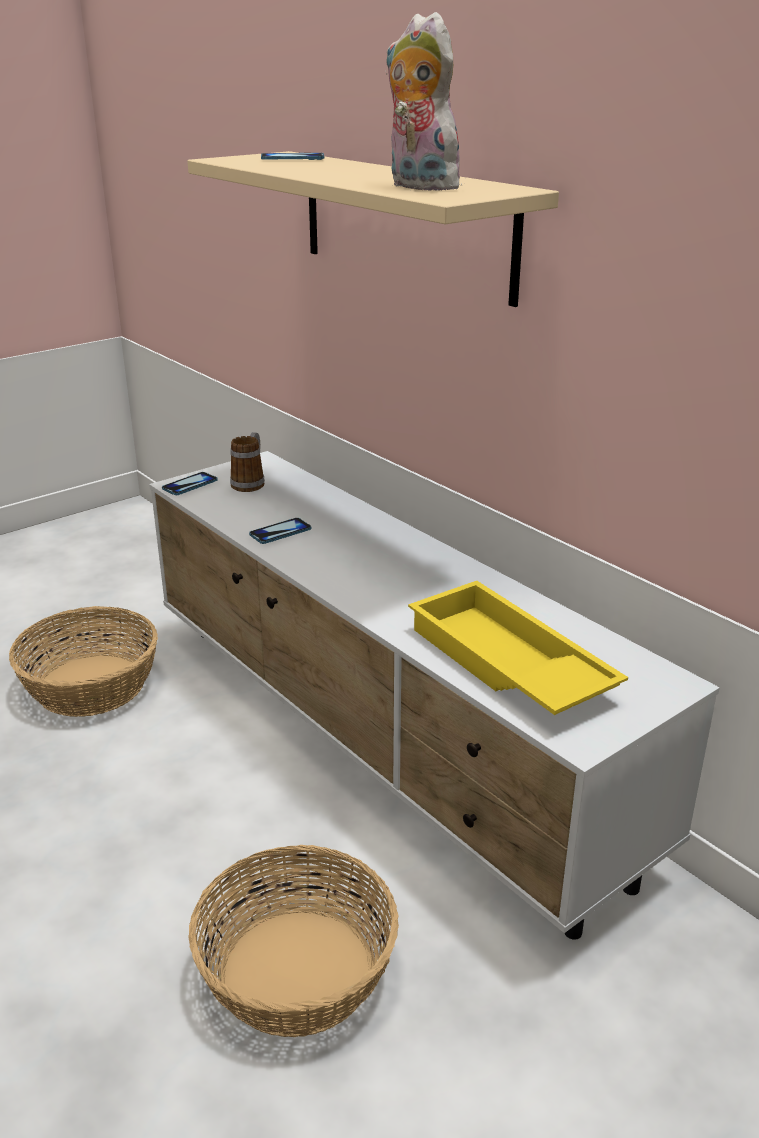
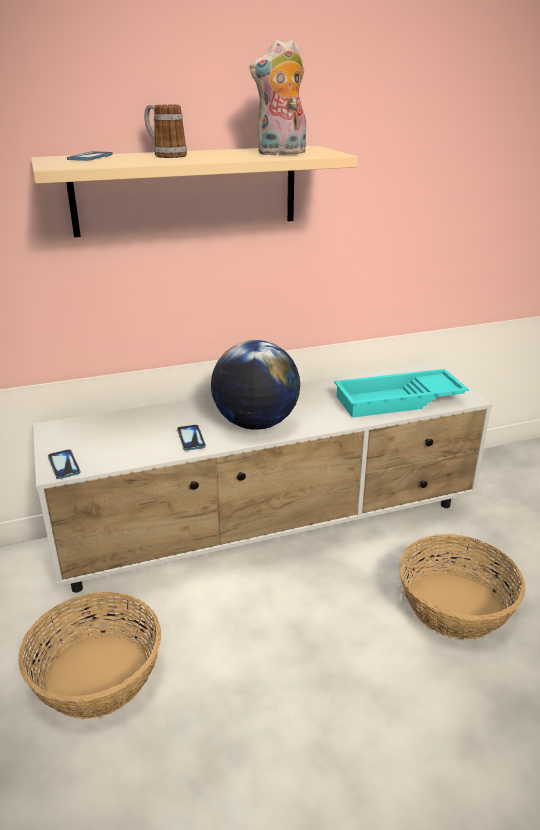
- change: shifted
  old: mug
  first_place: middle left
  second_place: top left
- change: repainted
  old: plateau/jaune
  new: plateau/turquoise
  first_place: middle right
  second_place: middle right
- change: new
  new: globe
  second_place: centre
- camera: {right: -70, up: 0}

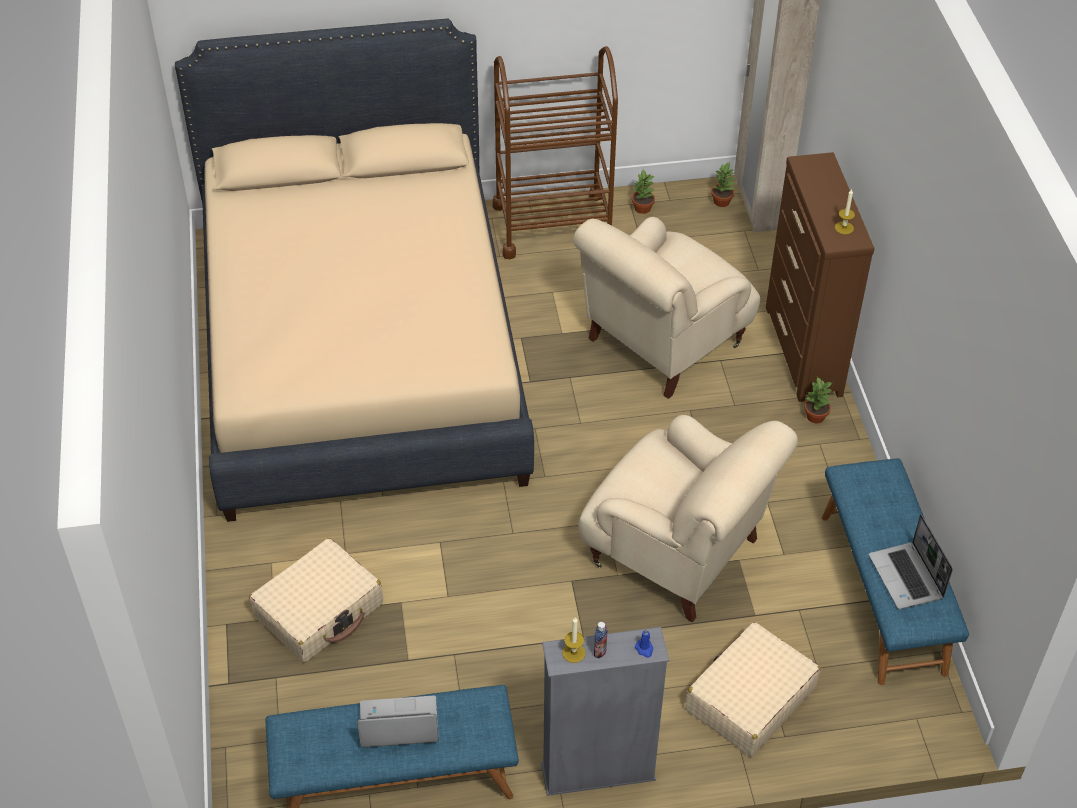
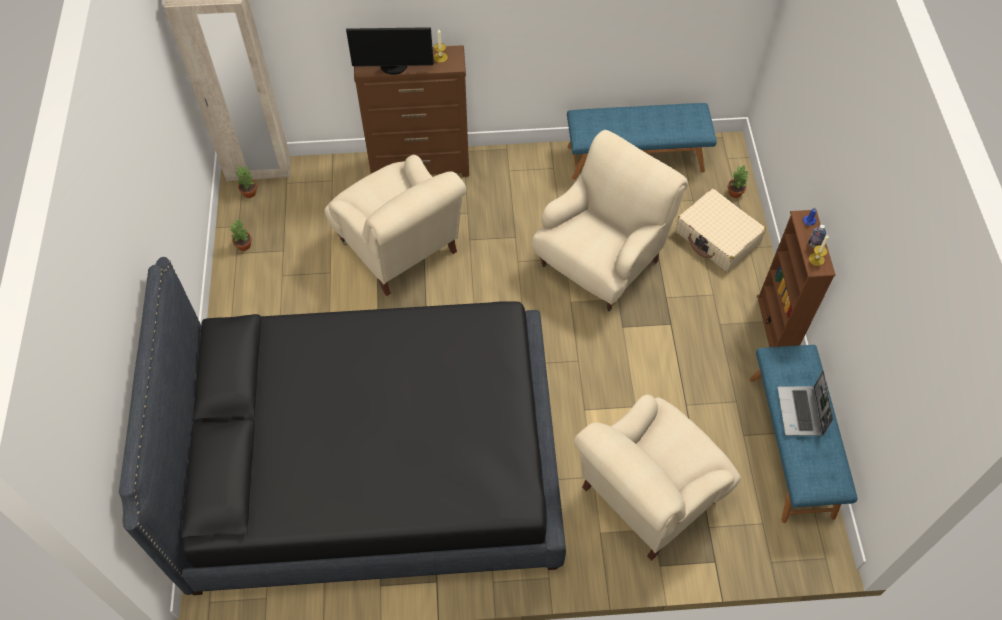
- change: repainted
  old: lit/beige
  new: lit/noir
  first_place: middle left
  second_place: bottom centre
- change: gone
  old: chariot/marron
  first_place: top centre
- change: shifted
  old: plante en pot (no. 3 from left)
  first_place: middle right
  second_place: top right
- change: gone
  old: ordinateur portable (no. 2 from left)
  first_place: bottom right
- change: swapped
  old: valise/beige (no. 1 from left)
  new: fauteuil/beige (no. 3 from left)
  first_place: bottom left
  second_place: bottom centre
- change: repainted
  old: bibliothèque/gris
  new: bibliothèque/marron
  first_place: bottom centre
  second_place: middle right
- change: new
  new: écran d'ordinateur
  second_place: top centre
- camera: {right: -85, up: 10}

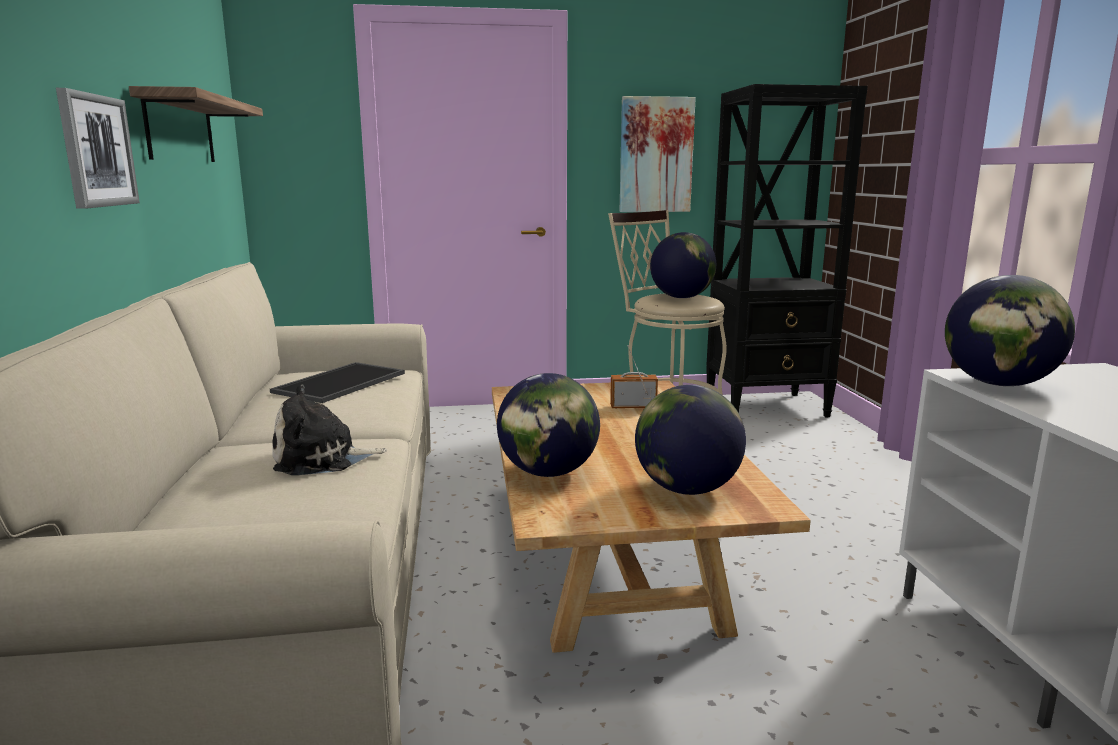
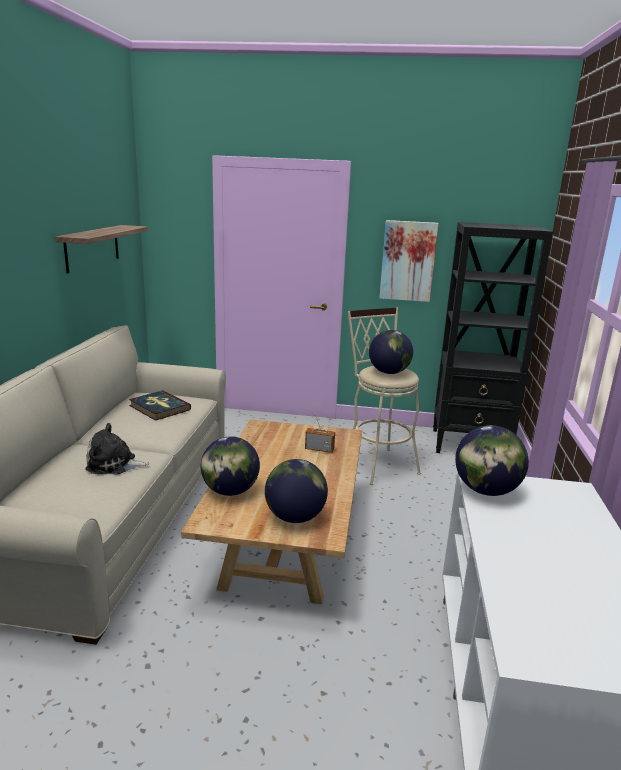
- change: gone
  old: tableau (no. 1 from left)
  first_place: top left
- change: swapped
  old: plateau
  new: livre
  first_place: middle left
  second_place: middle left
- camera: {right: 15, up: 5}

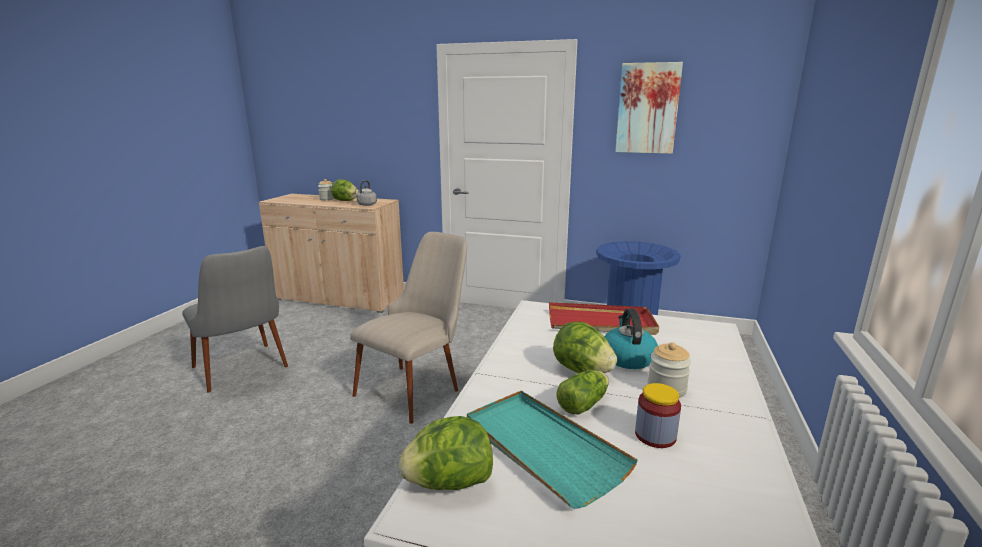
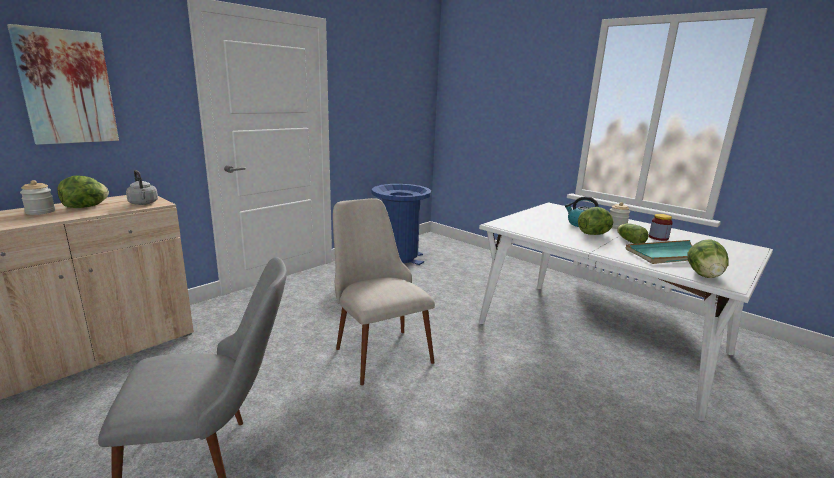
- change: shifted
  old: tableau
  first_place: top centre
  second_place: top left
- change: gone
  old: plateau/rouge
  first_place: centre
- camera: {right: -65, up: 0}

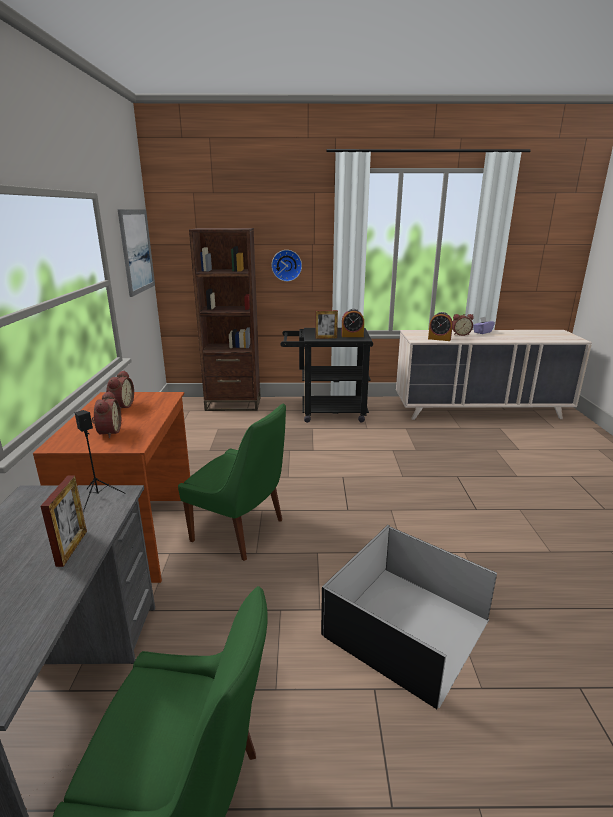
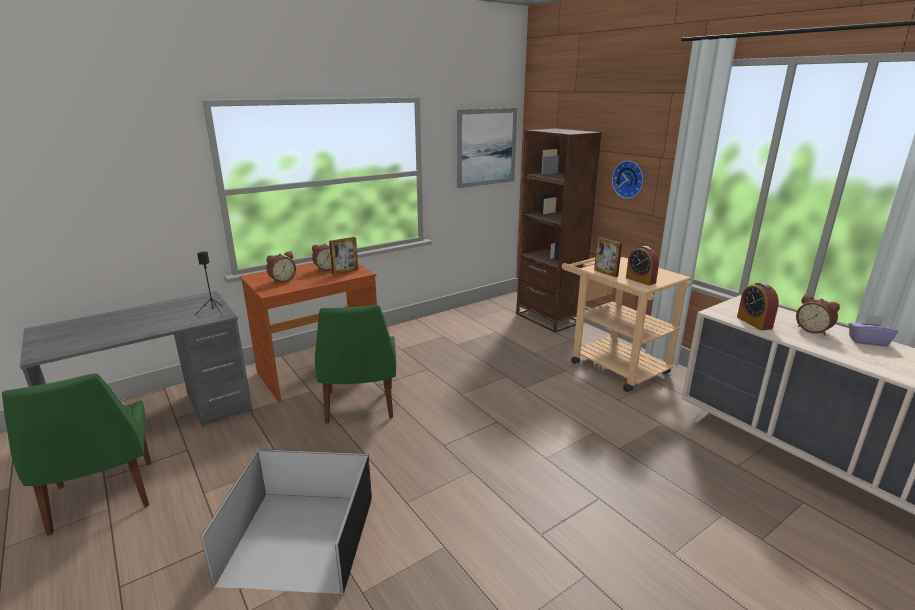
- change: repainted
  old: chariot/noir
  new: chariot/beige
  first_place: centre
  second_place: middle right
- change: shifted
  old: cadre photo (no. 1 from left)
  first_place: middle left
  second_place: centre
- camera: {right: 55, up: 0}

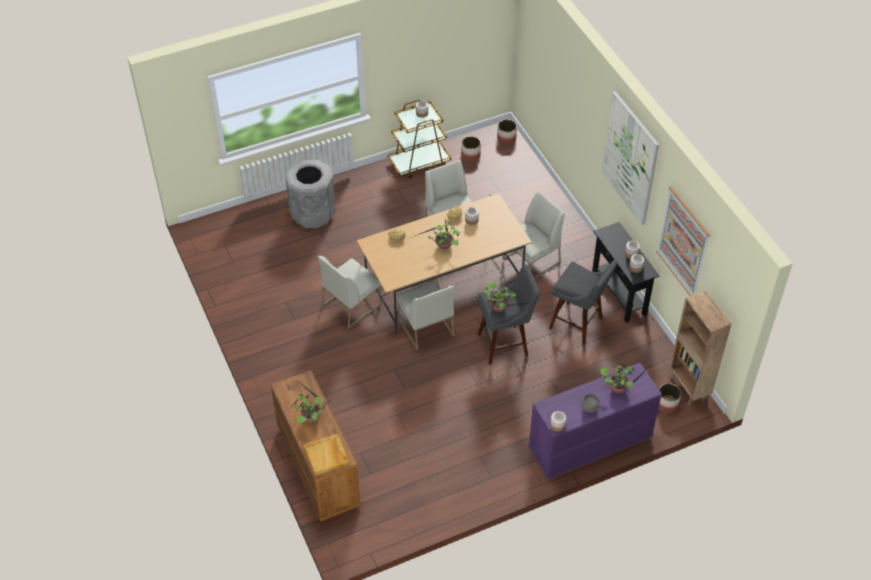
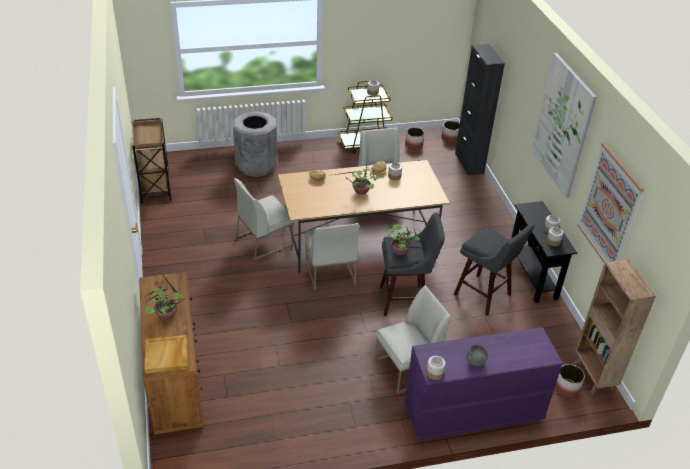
- change: shifted
  old: chaise/blanc (no. 4 from left)
  first_place: centre
  second_place: bottom centre
- change: gone
  old: plante en pot (no. 4 from left)
  first_place: middle right
- change: new
  new: meuble de rangement/noir
  second_place: top right
- change: new
  new: chariot/marron (no. 1 from left)
  second_place: middle left
- camera: {right: 10, up: -10}

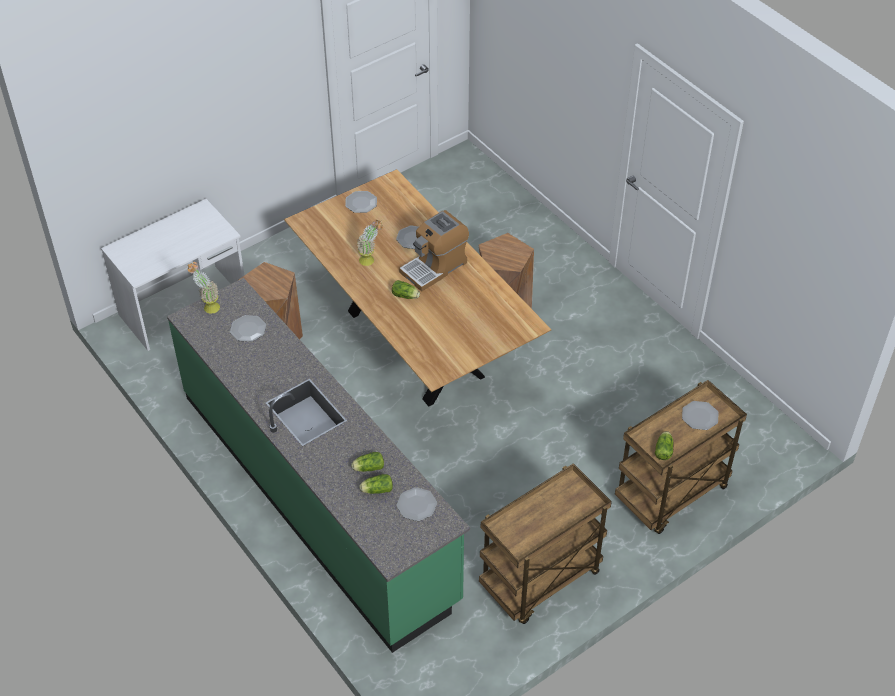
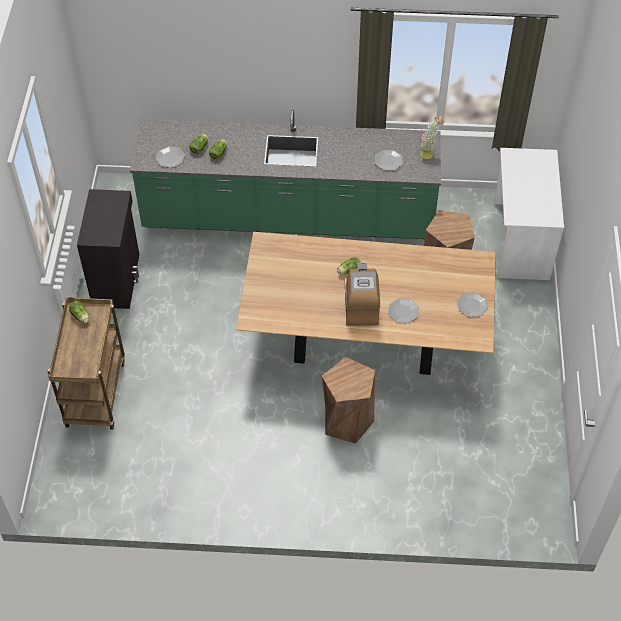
- change: gone
  old: plante en pot (no. 2 from left)
  first_place: centre
- change: gone
  old: assiette (no. 5 from left)
  first_place: middle right
- change: swapped
  old: chariot/marron (no. 1 from left)
  new: meuble de rangement/noir
  first_place: bottom centre
  second_place: middle left
- camera: {right: 130, up: 5}

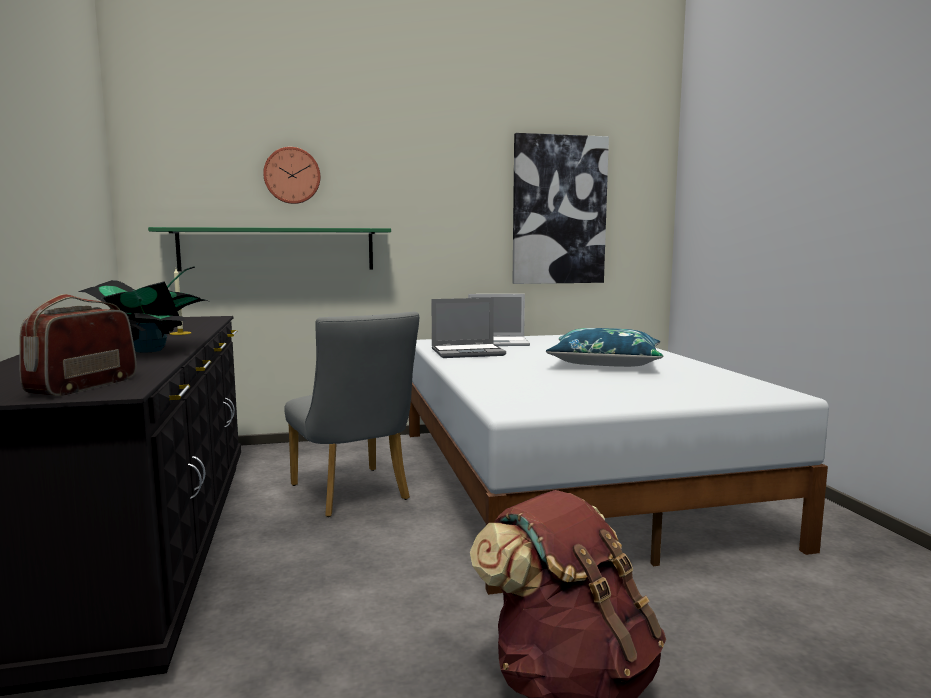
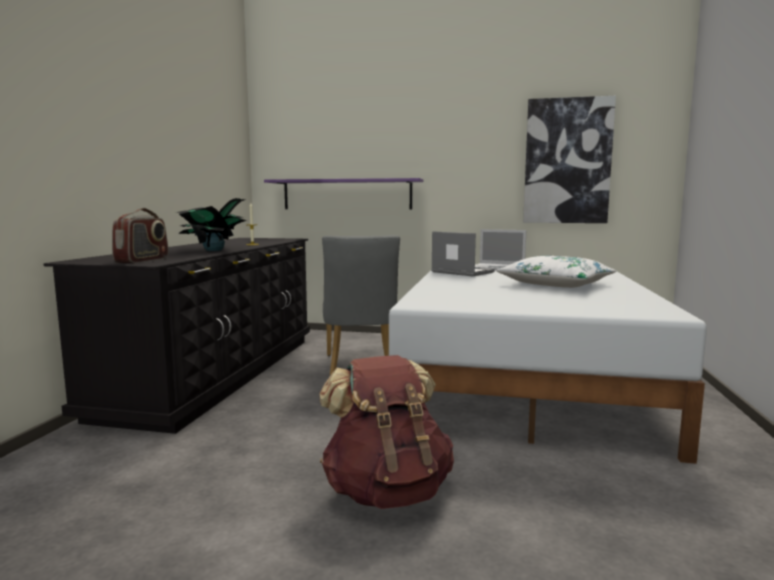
- change: gone
  old: horloge murale
  first_place: top left
- change: repainted
  old: étagère/vert
  new: étagère/violet
  first_place: middle left
  second_place: centre
- change: rotated
  old: radio
  first_place: middle left
  second_place: middle left
  degrees: 150
- change: rotated
  old: ordinateur portable (no. 1 from left)
  first_place: centre
  second_place: centre
  degrees: -150
- change: repainted
  old: coussin/bleu
  new: coussin/blanc
  first_place: centre
  second_place: middle right
- camera: {right: 25, up: 0}

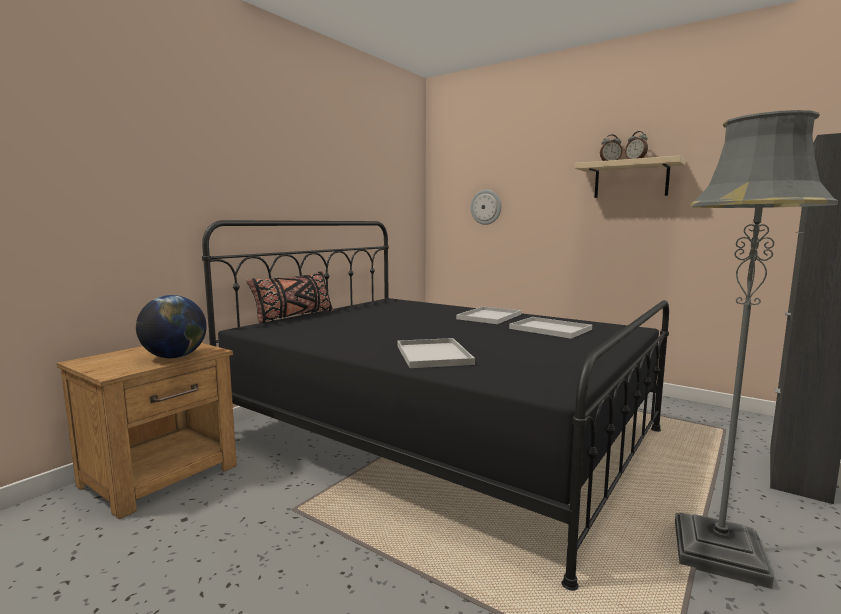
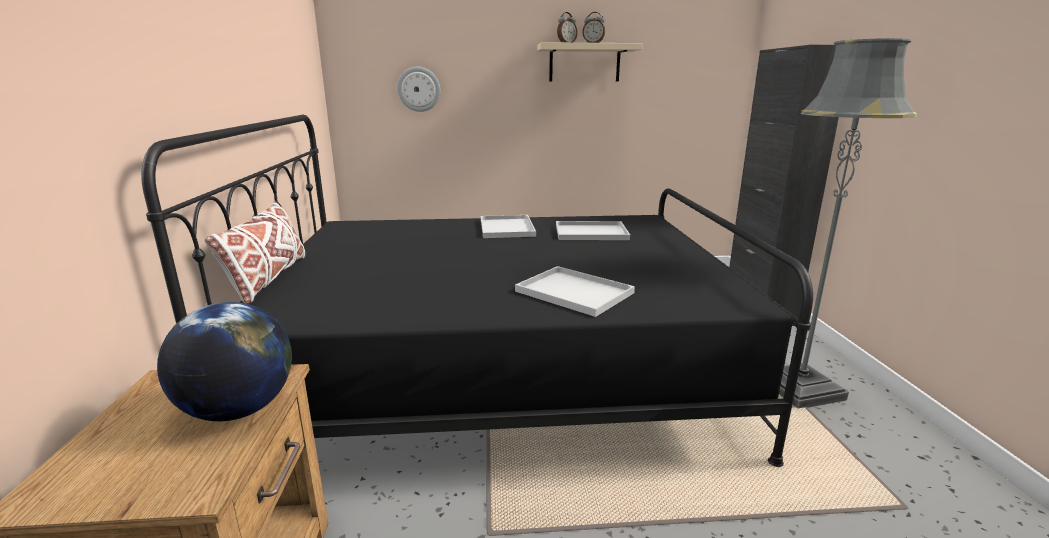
- change: repainted
  old: coussin/noir
  new: coussin/blanc
  first_place: centre
  second_place: middle left
- camera: {right: -40, up: 10}

